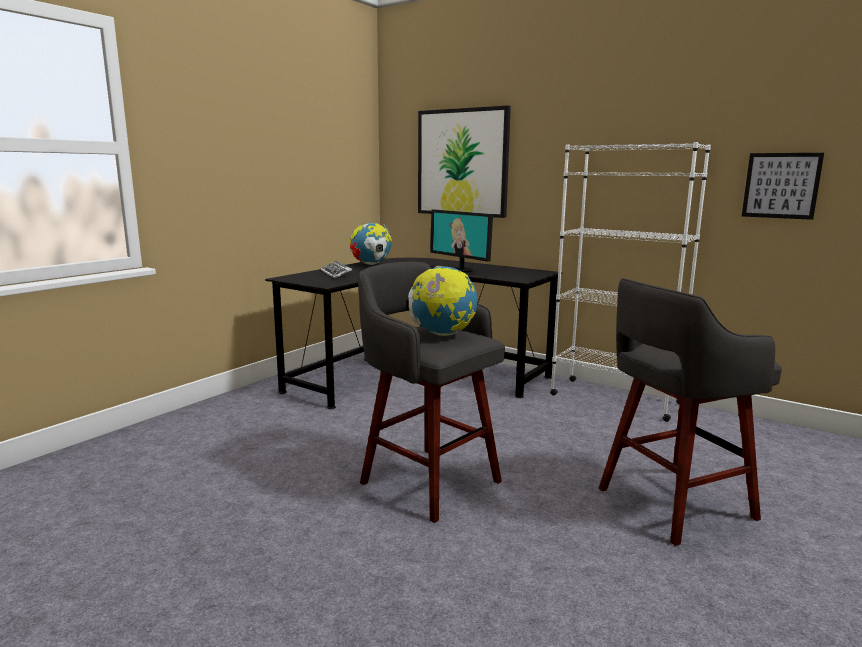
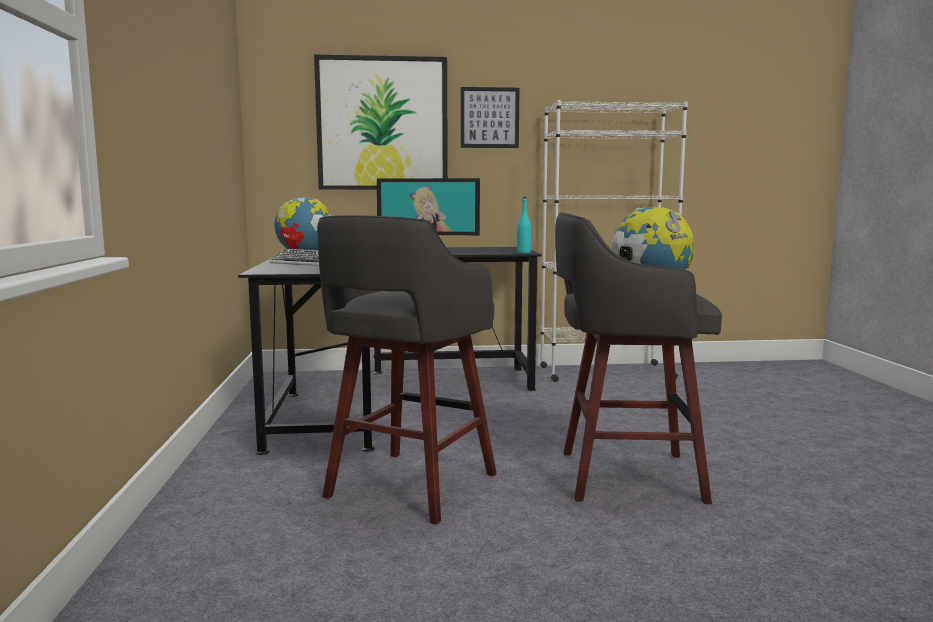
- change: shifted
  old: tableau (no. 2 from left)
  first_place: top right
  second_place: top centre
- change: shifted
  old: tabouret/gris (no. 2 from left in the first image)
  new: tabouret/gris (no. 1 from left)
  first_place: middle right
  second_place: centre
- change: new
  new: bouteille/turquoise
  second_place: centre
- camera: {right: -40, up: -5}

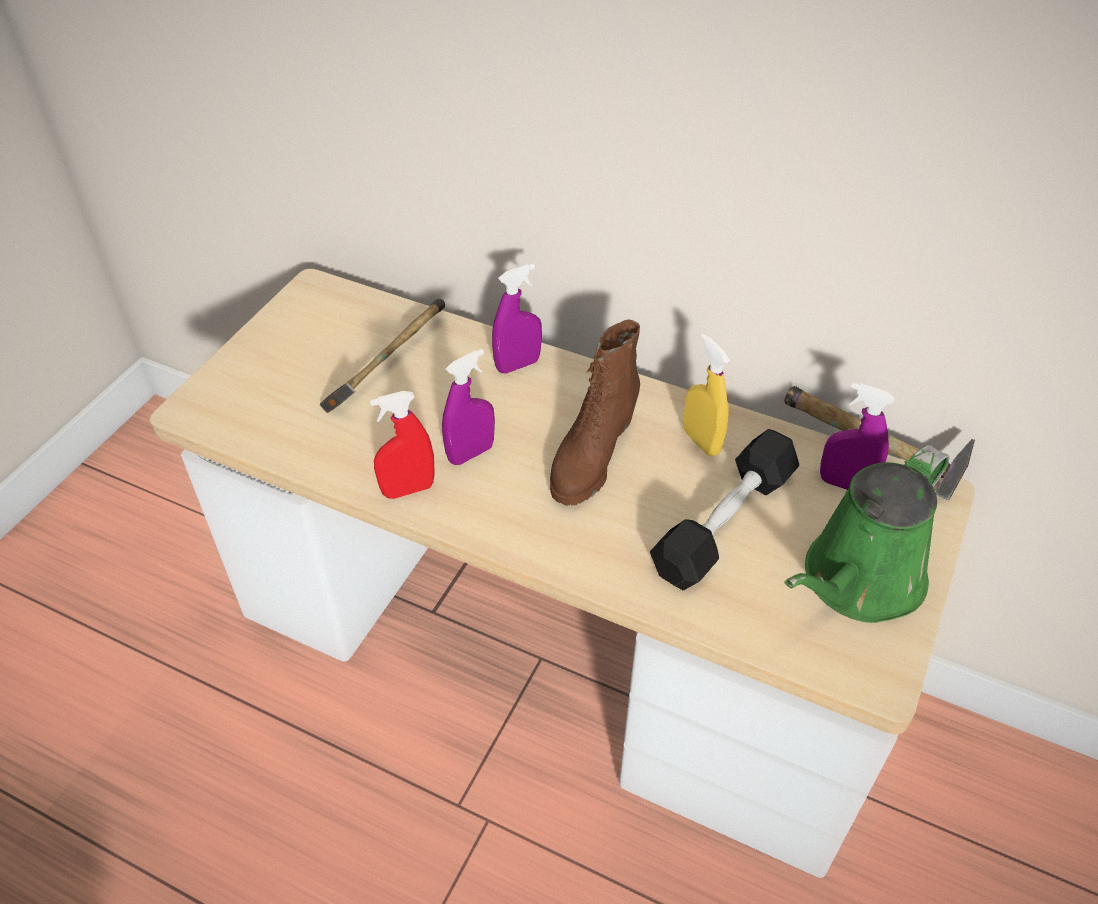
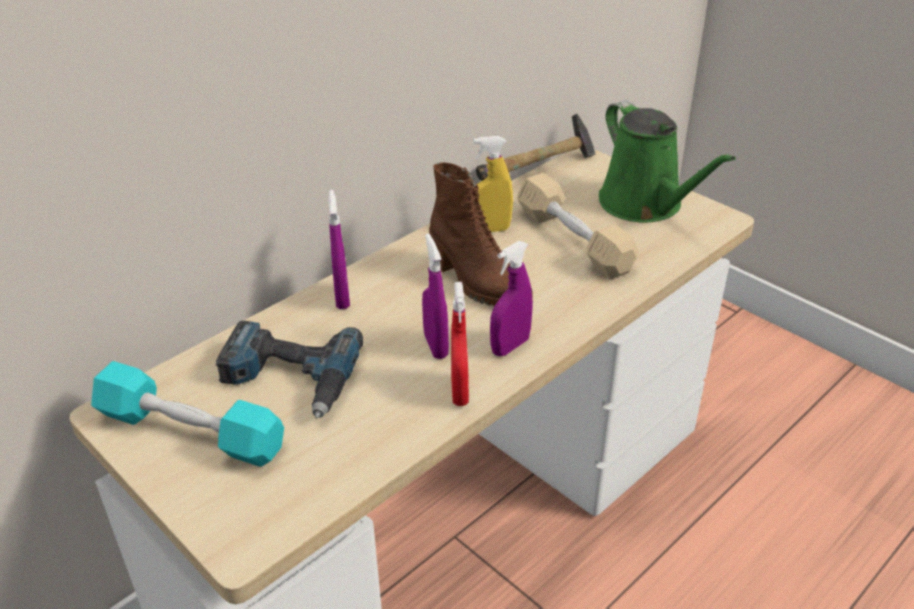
- change: swapped
  old: marteau (no. 1 from left)
  new: perceuse
  first_place: centre
  second_place: middle left
- change: shifted
  old: vaporisateur/violet (no. 3 from left)
  first_place: middle right
  second_place: centre
- change: repainted
  old: haltère/noir
  new: haltère/beige
  first_place: centre
  second_place: centre
- change: new
  new: haltère/turquoise
  second_place: bottom left
- camera: {right: -70, up: -10}

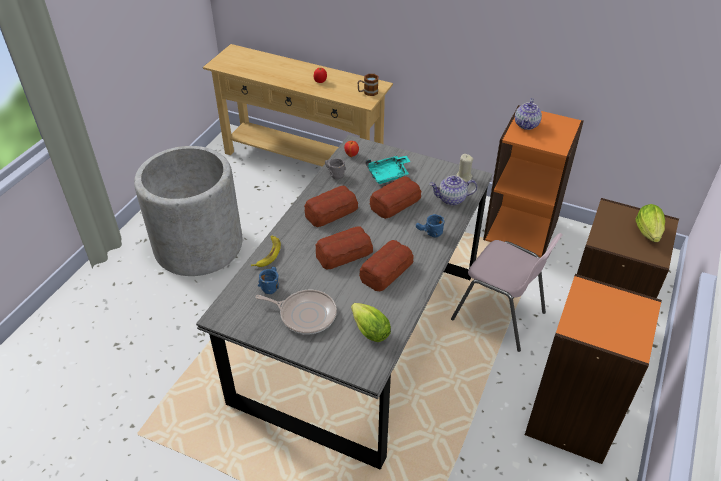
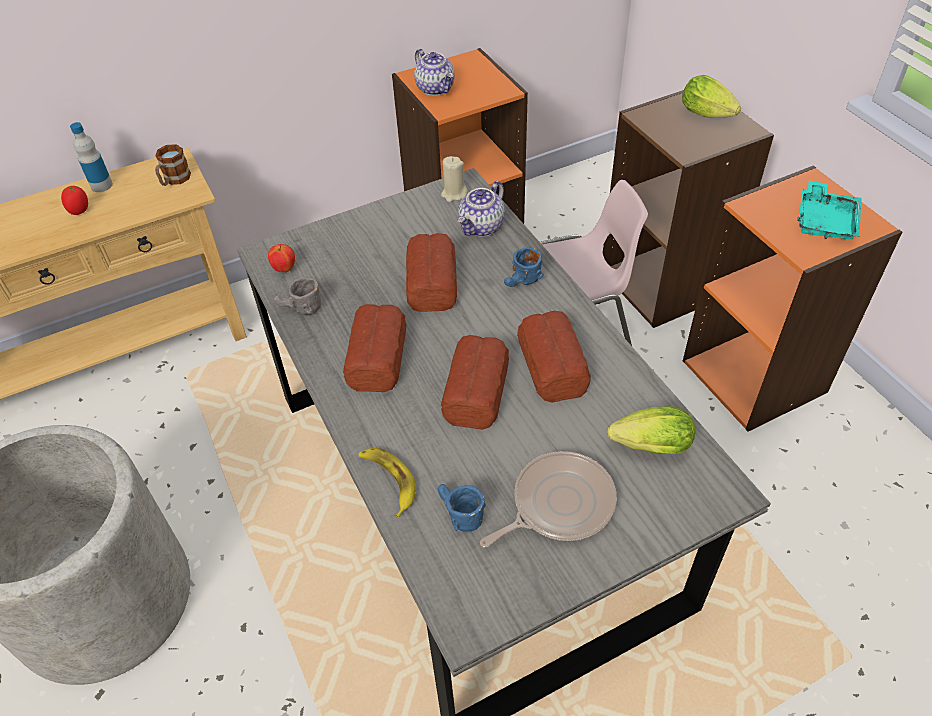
- change: shifted
  old: plateau/turquoise
  first_place: centre
  second_place: top right
- change: new
  new: bouteille
  second_place: top left
- camera: {right: -50, up: 5}

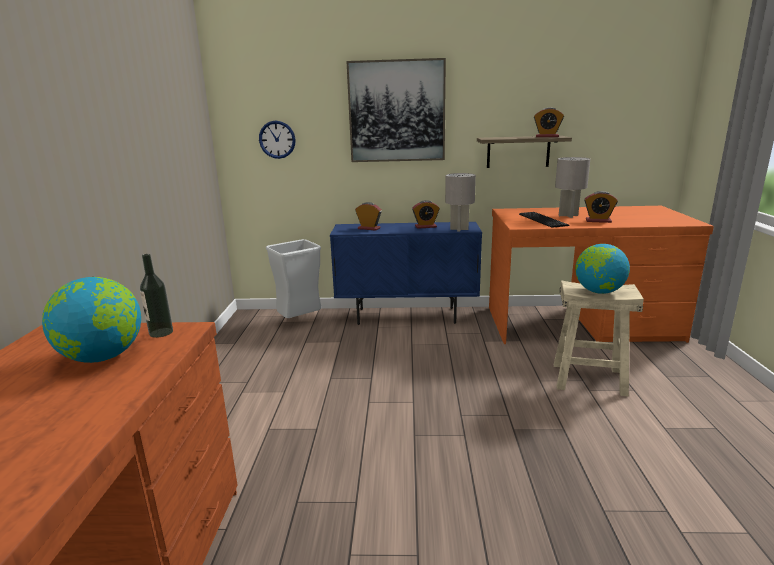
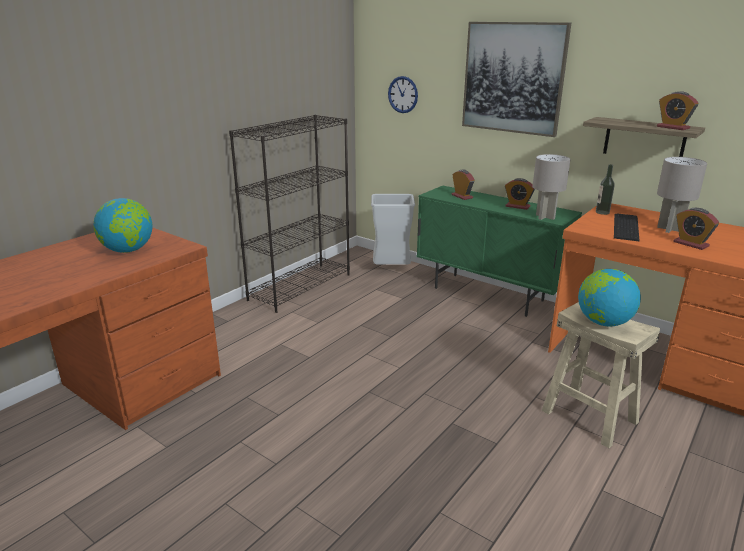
- change: repainted
  old: meuble de rangement/bleu
  new: meuble de rangement/vert
  first_place: centre
  second_place: middle right
- change: shifted
  old: bouteille
  first_place: middle left
  second_place: middle right
- change: new
  new: bibliothèque/noir
  second_place: centre
- camera: {right: 35, up: 5}

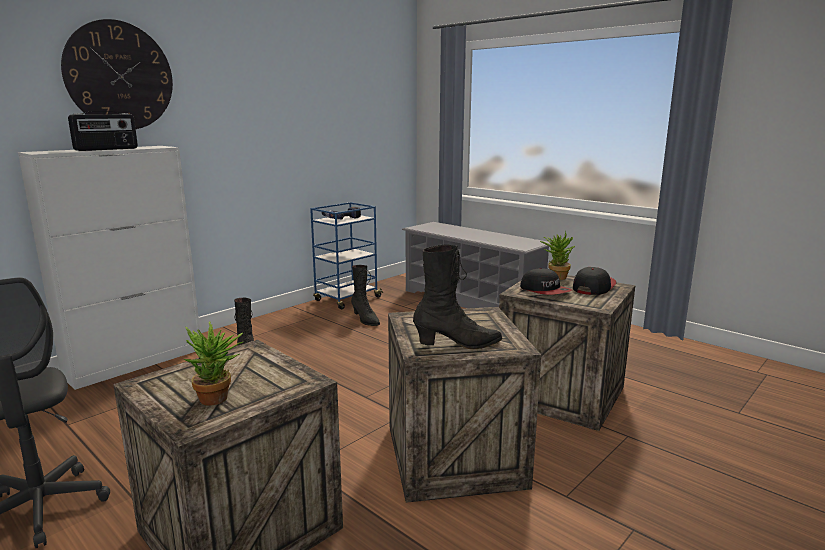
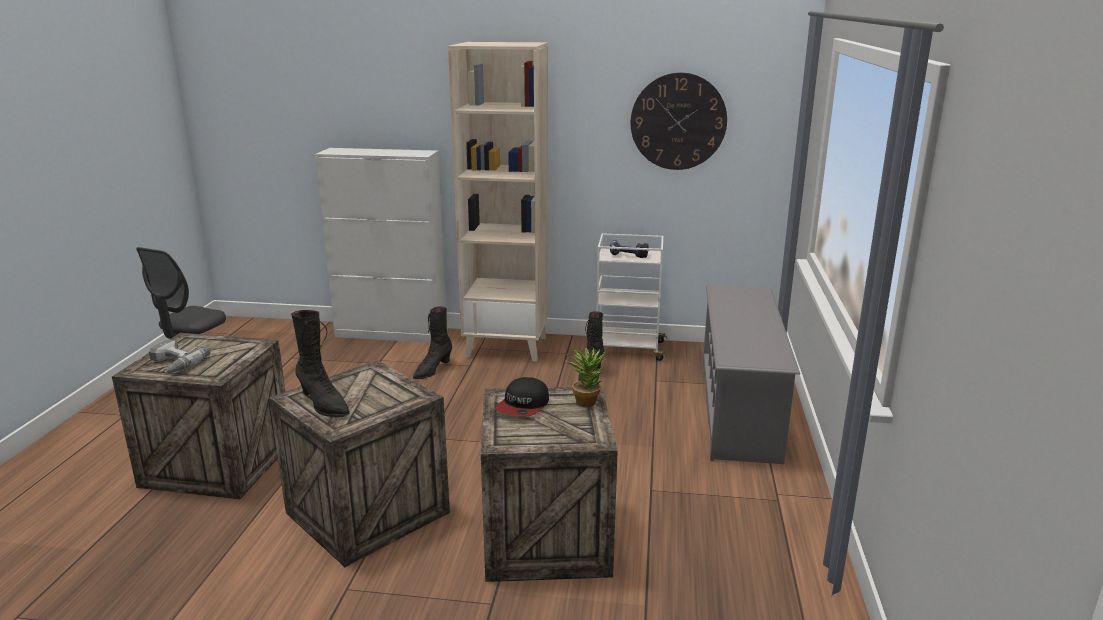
- change: shifted
  old: horloge murale
  first_place: top left
  second_place: top centre
- change: gone
  old: radio
  first_place: top left
- change: repainted
  old: chariot/bleu
  new: chariot/blanc
  first_place: centre
  second_place: centre
- change: gone
  old: casquette (no. 2 from left)
  first_place: middle right
- change: swapped
  old: plante en pot (no. 1 from left)
  new: perceuse (no. 1 from left)
  first_place: middle left
  second_place: middle left
- change: new
  new: bibliothèque/beige
  second_place: top centre
- camera: {right: 55, up: 5}

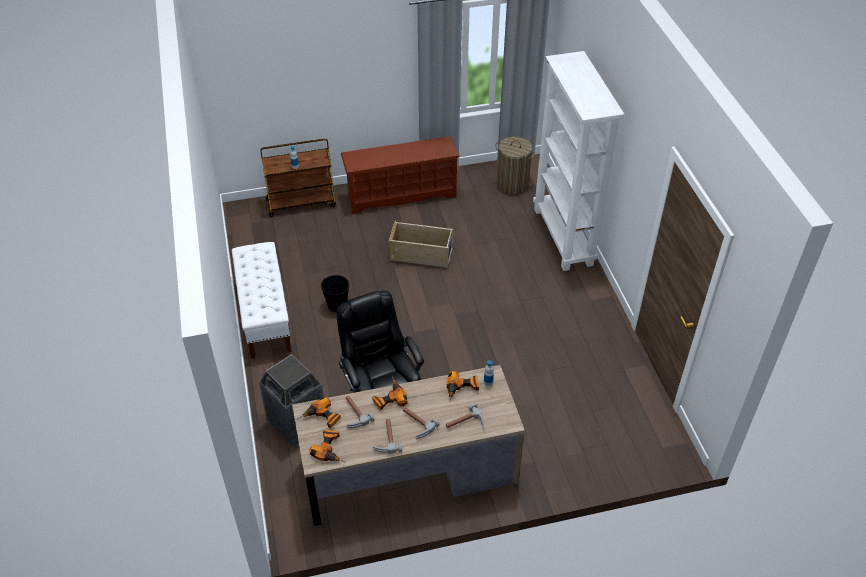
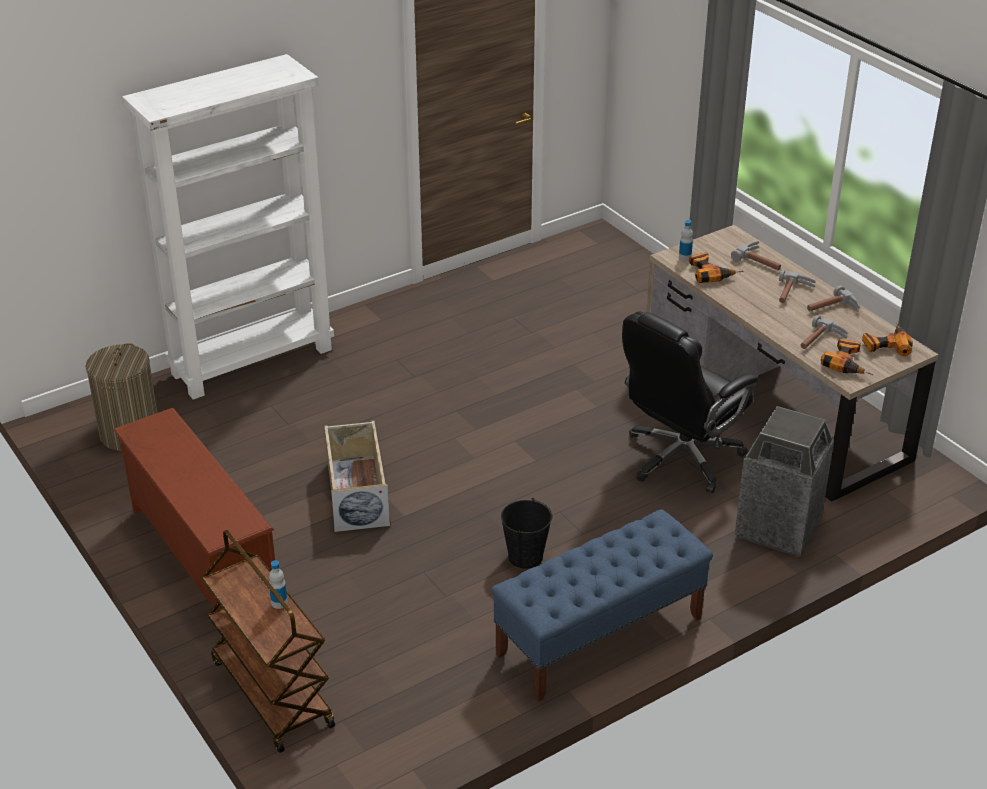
- change: repainted
  old: banc/blanc
  new: banc/bleu
  first_place: middle left
  second_place: bottom centre
- change: gone
  old: perceuse (no. 3 from left)
  first_place: bottom centre
- camera: {right: -110, up: -10}

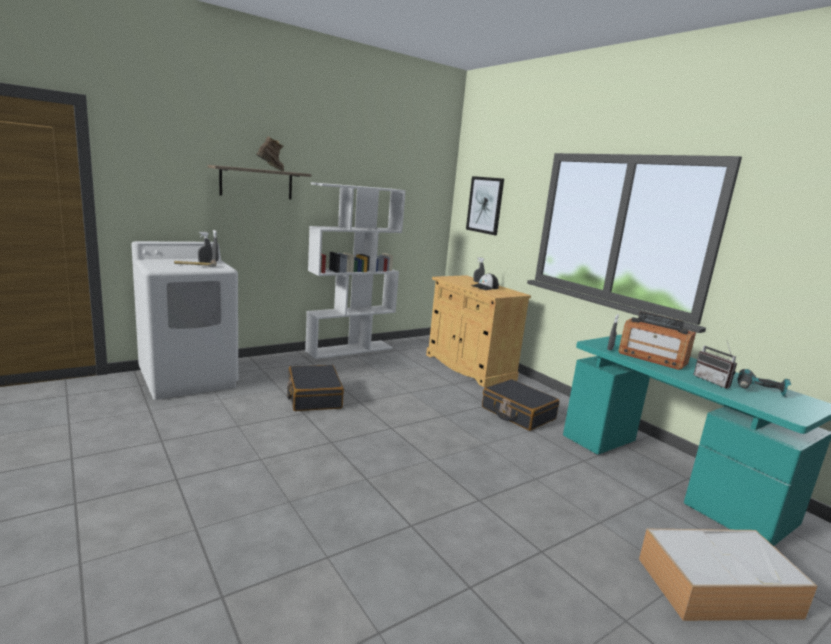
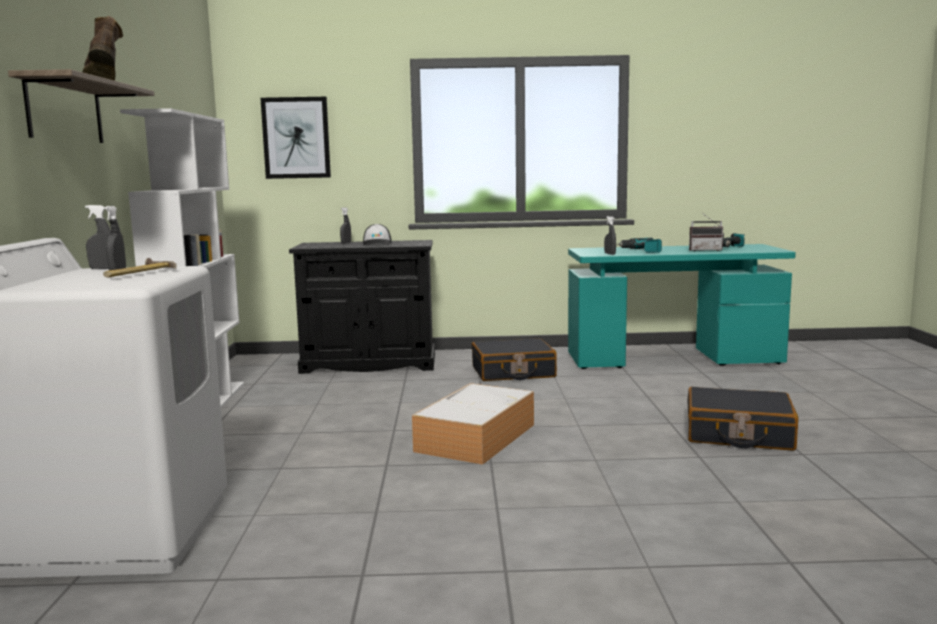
- change: repainted
  old: meuble de rangement/beige
  new: meuble de rangement/noir
  first_place: centre
  second_place: centre
- change: swapped
  old: radio (no. 1 from left)
  new: perceuse (no. 1 from left)
  first_place: middle right
  second_place: middle right
- change: shifted
  old: valise/noir (no. 1 from left in the first image)
  new: valise/noir (no. 2 from left)
  first_place: centre
  second_place: bottom right
- change: shifted
  old: boîte de rangement
  first_place: bottom right
  second_place: bottom centre
- camera: {right: -55, up: -5}

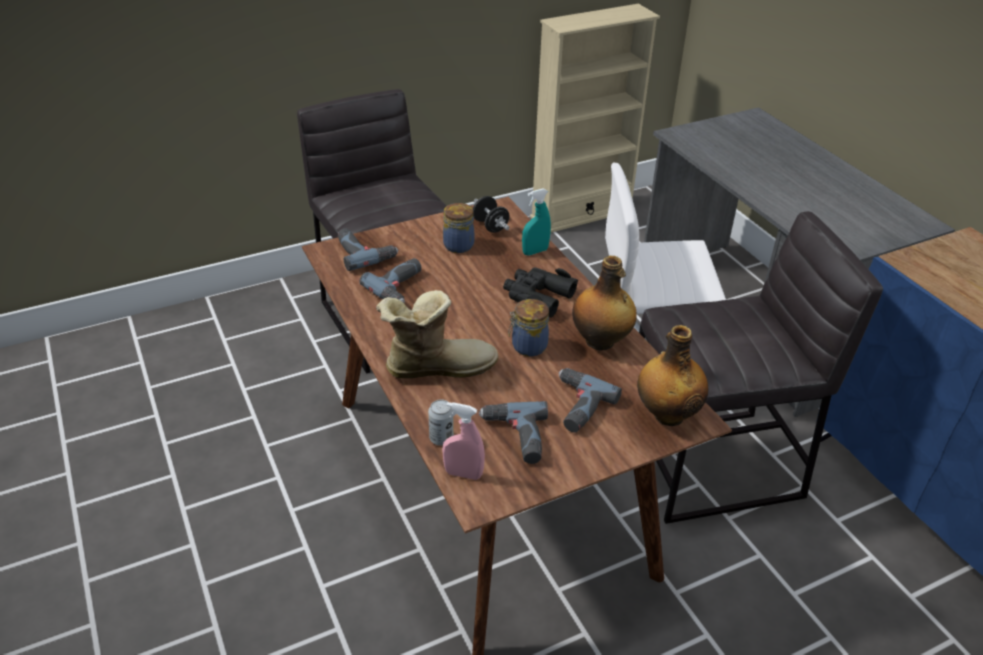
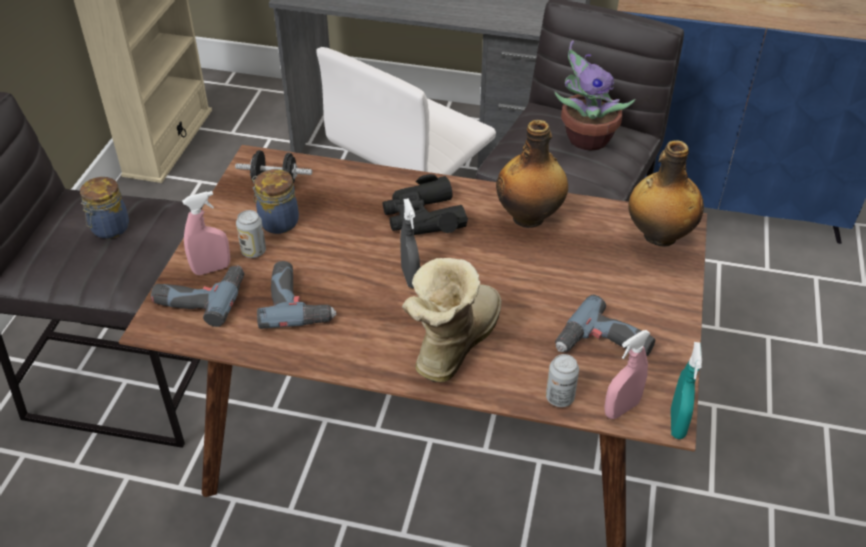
- change: shifted
  old: vaporisateur/turquoise
  first_place: centre
  second_place: bottom right
- change: shifted
  old: bocal (no. 2 from left in the first image)
  new: bocal (no. 1 from left)
  first_place: centre
  second_place: middle left
- change: gone
  old: perceuse (no. 4 from left)
  first_place: centre
- change: new
  new: plante en pot
  second_place: top right
- change: new
  new: vaporisateur/rose (no. 1 from left)
  second_place: middle left
- change: new
  new: vaporisateur/gris
  second_place: centre
- change: new
  new: boîte métallique (no. 1 from left)
  second_place: middle left
- camera: {right: -50, up: 5}

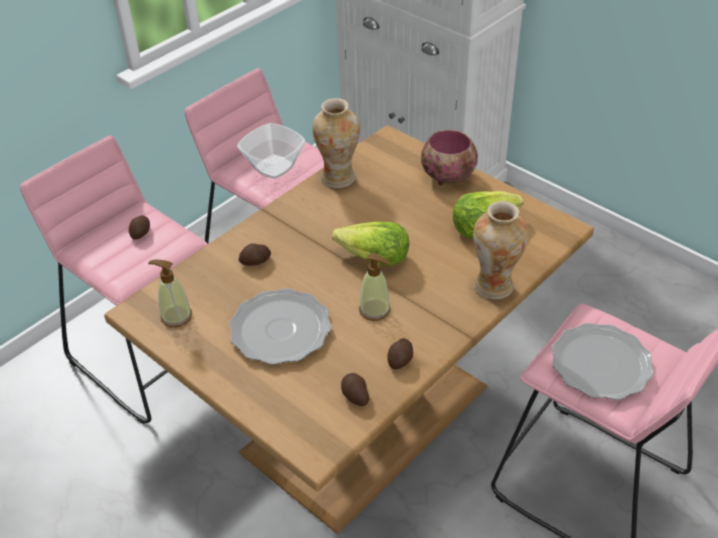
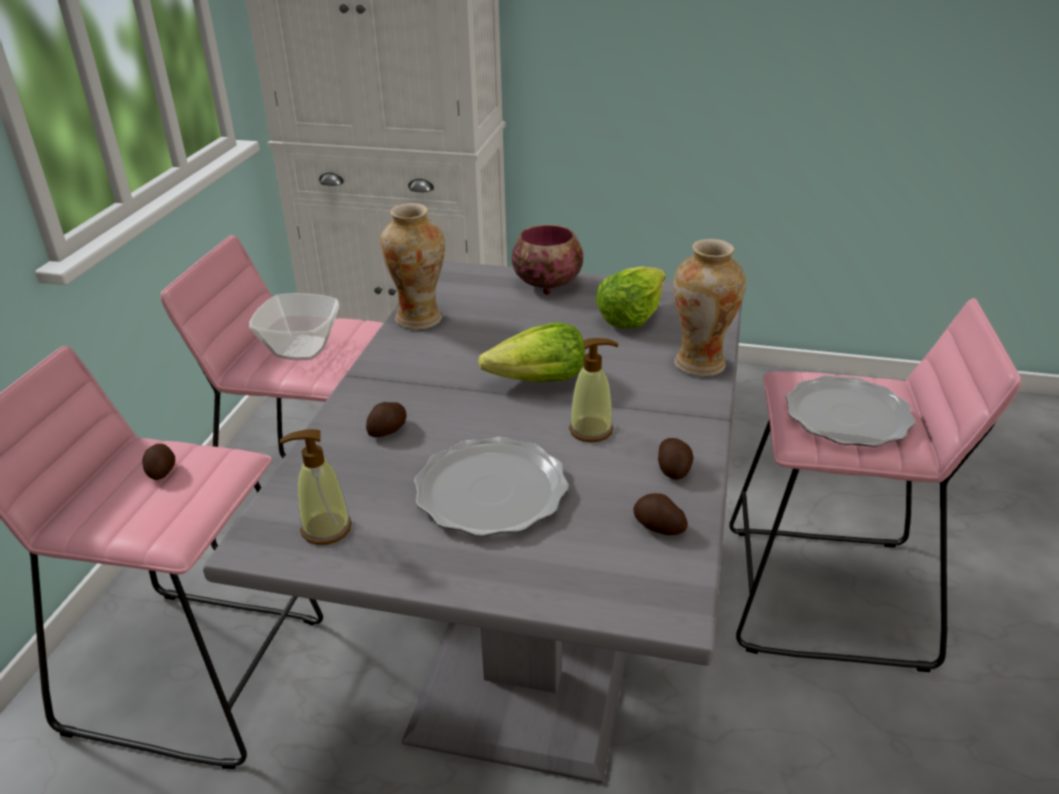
- change: repainted
  old: table à manger/marron
  new: table à manger/gris
  first_place: centre
  second_place: centre
- camera: {right: -30, up: -10}

